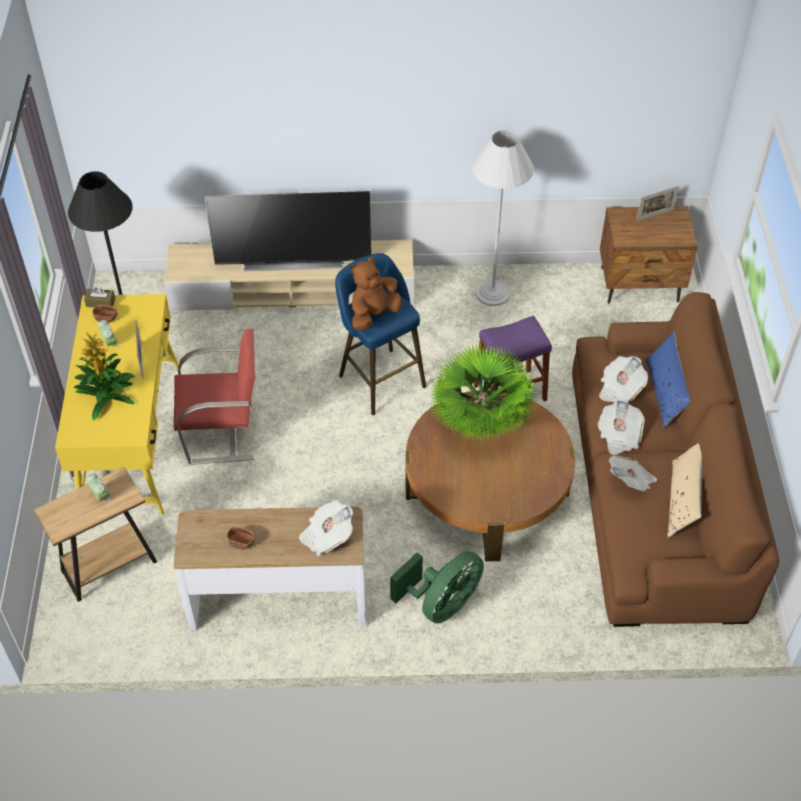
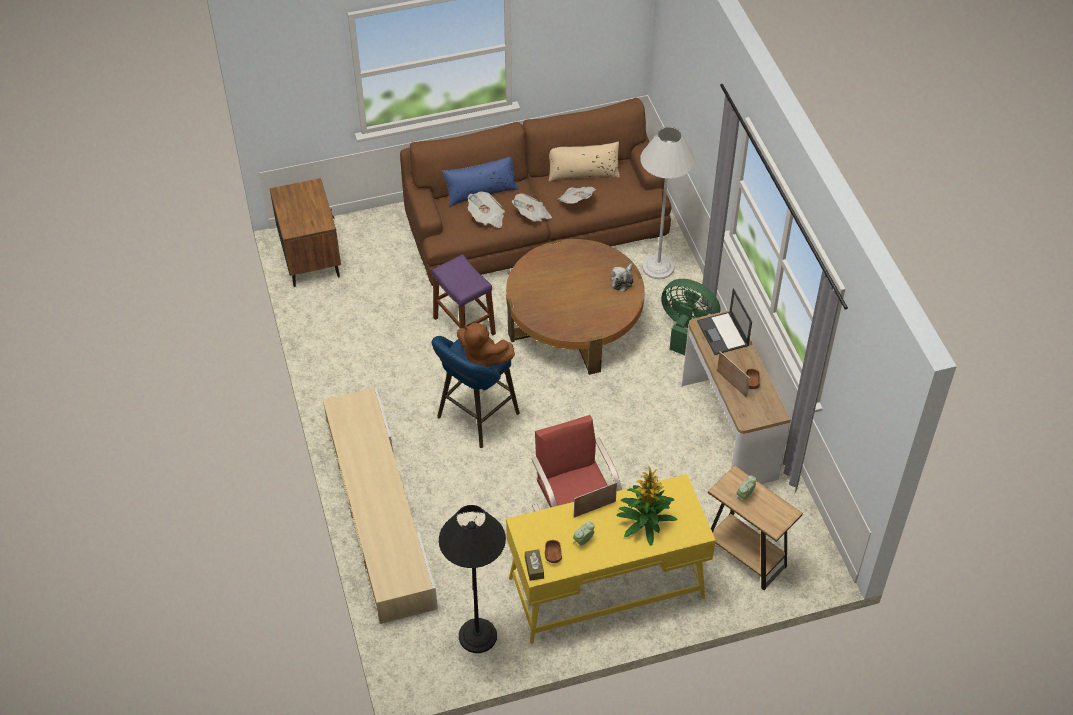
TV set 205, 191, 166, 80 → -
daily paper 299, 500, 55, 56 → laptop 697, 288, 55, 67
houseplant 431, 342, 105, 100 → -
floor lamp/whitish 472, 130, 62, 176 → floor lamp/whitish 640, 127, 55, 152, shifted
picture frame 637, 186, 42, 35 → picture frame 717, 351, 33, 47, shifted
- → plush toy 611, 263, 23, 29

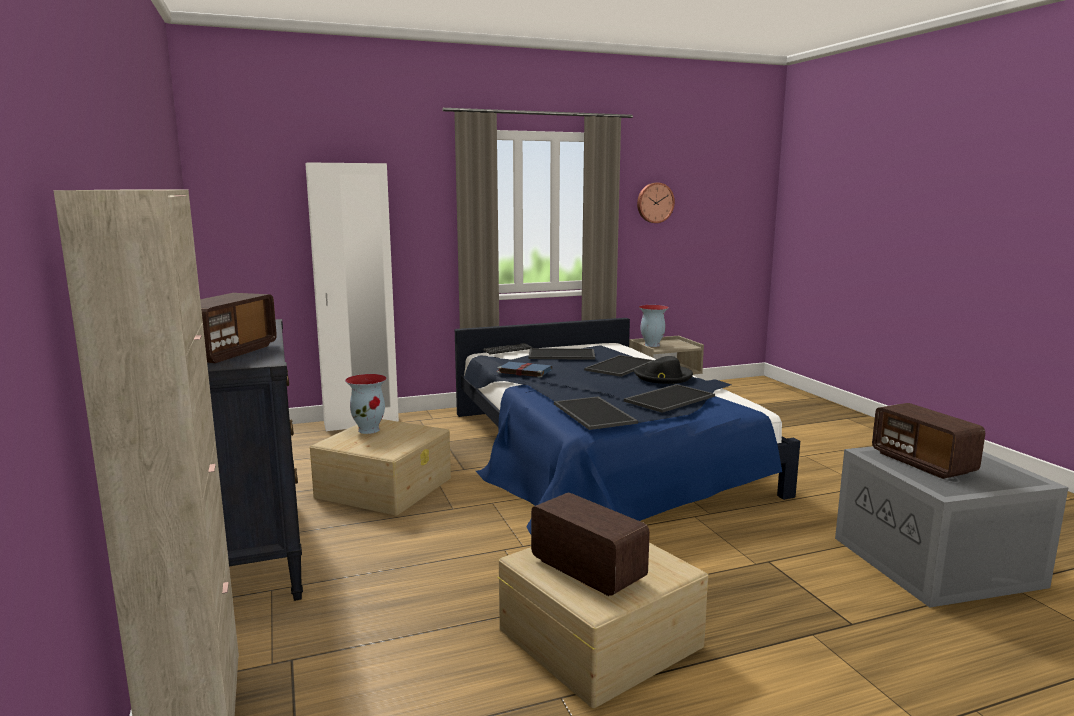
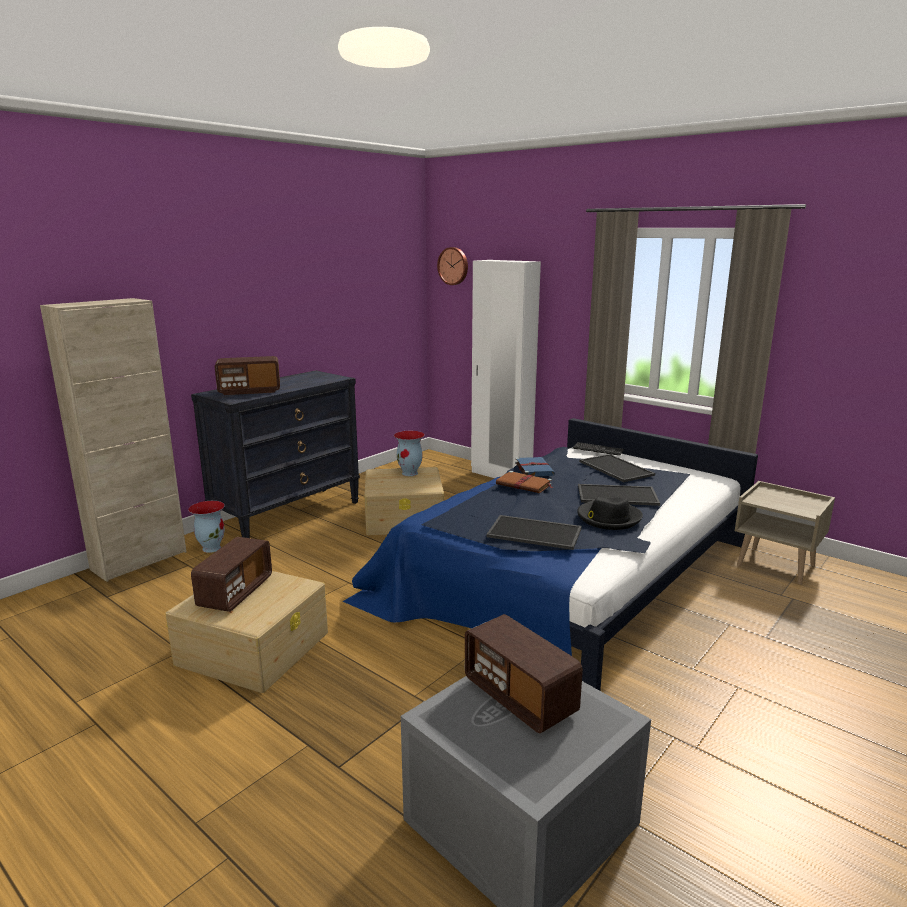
tray 554, 397, 84, 33 → -
clock on the wall 637, 183, 38, 40 → clock on the wall 437, 247, 31, 38, shifted
vase 639, 305, 30, 42 → vase 188, 501, 37, 52, shifted
radio set 872, 403, 113, 76 → radio set 465, 614, 118, 120, 75 degrees counterclockwise
- → bound book/brown-coloured 496, 471, 56, 22

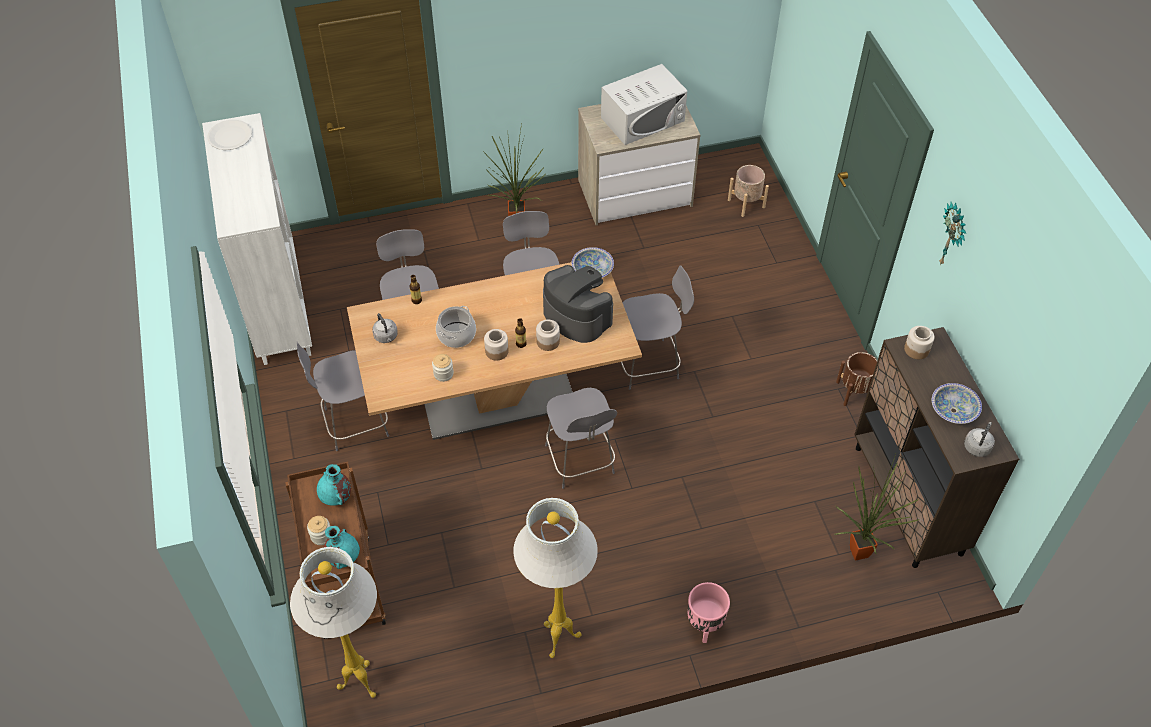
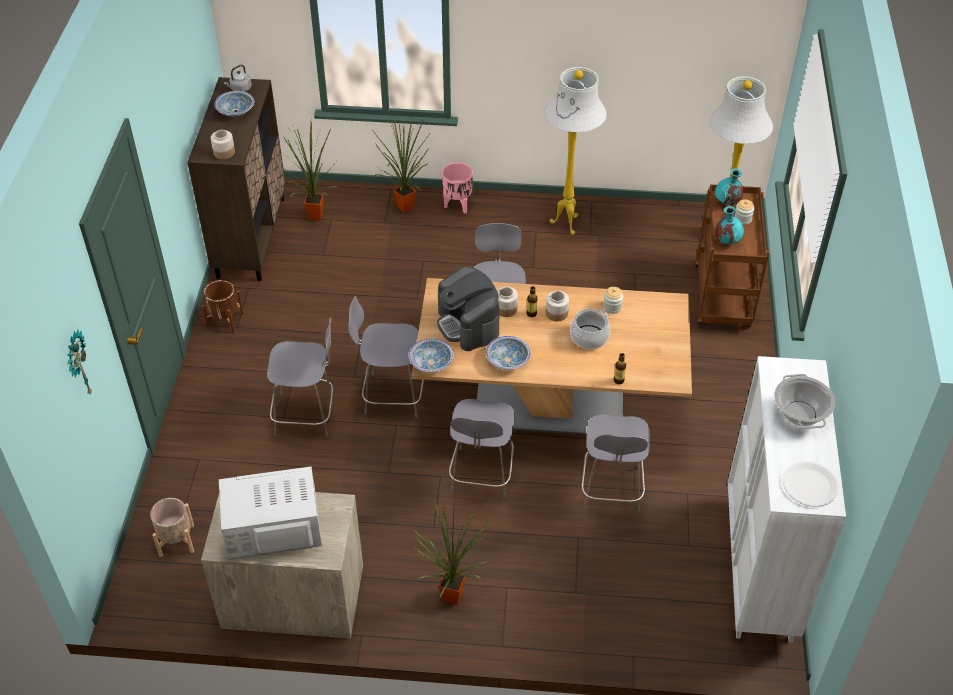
plain chair/grey 297, 342, 92, 109 → plain chair/grey 267, 317, 66, 119, shifted
tea kettle/grey 372, 313, 26, 30 → -
clock on the wall 939, 202, 27, 63 → clock on the wall 68, 330, 24, 64, shifted
- → houseplant 373, 110, 57, 103
- → bowl 486, 336, 45, 34
- → saucepot 774, 374, 61, 55

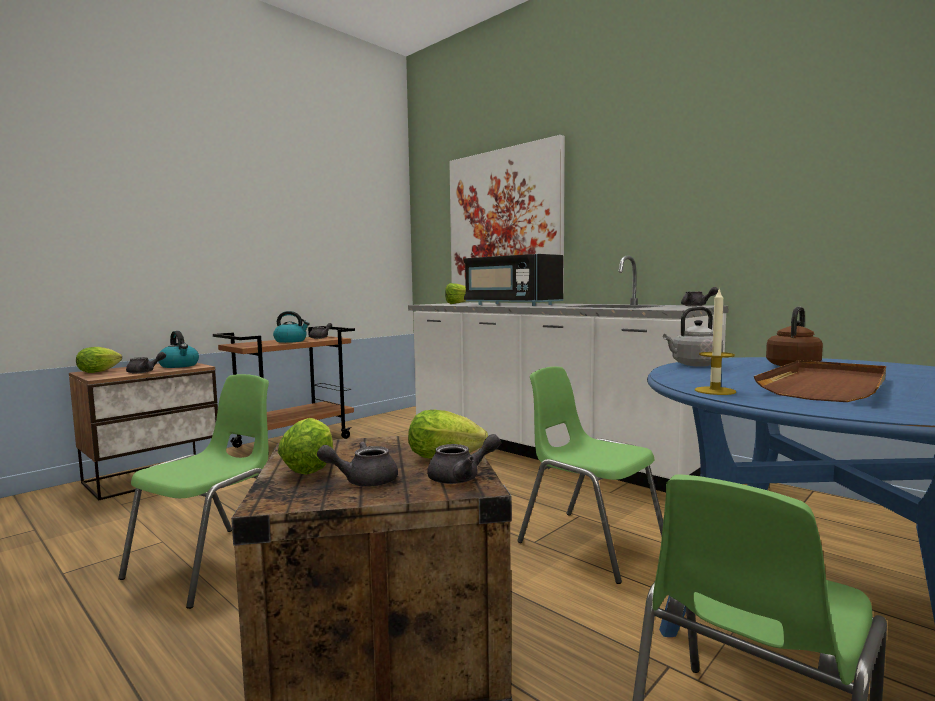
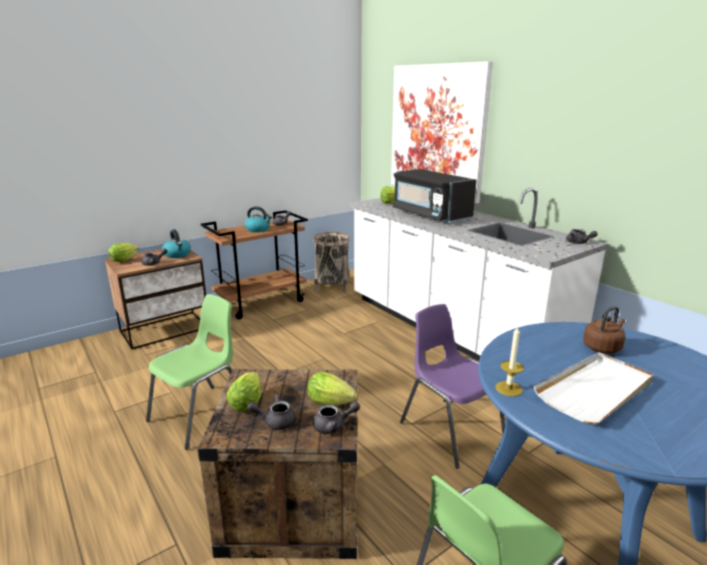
plain chair/green 517, 366, 146, 218 → plain chair/purple-coloured 400, 304, 105, 165
tea kettle/grey 663, 307, 60, 60 → -
tray/brown-coloured 754, 360, 132, 42 → tray/whitish 534, 352, 119, 72
- → basket 313, 232, 37, 60

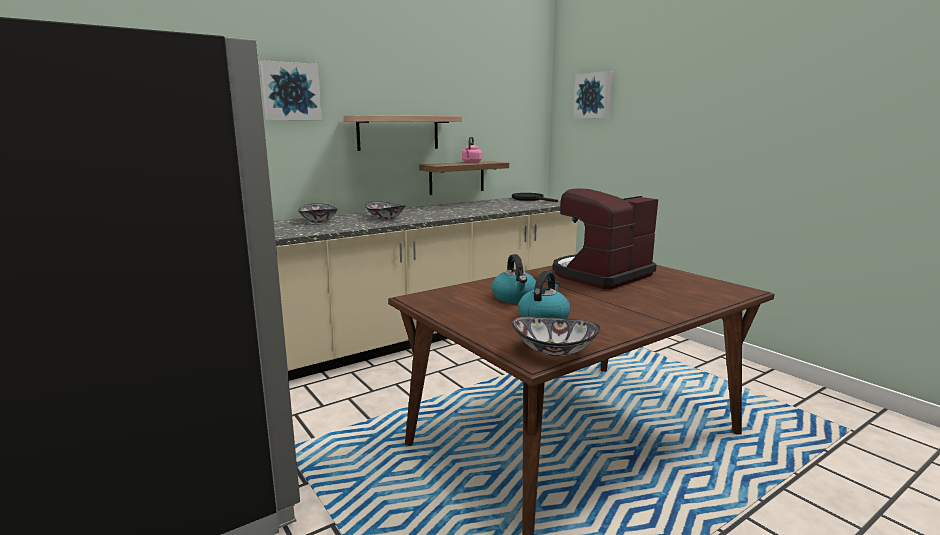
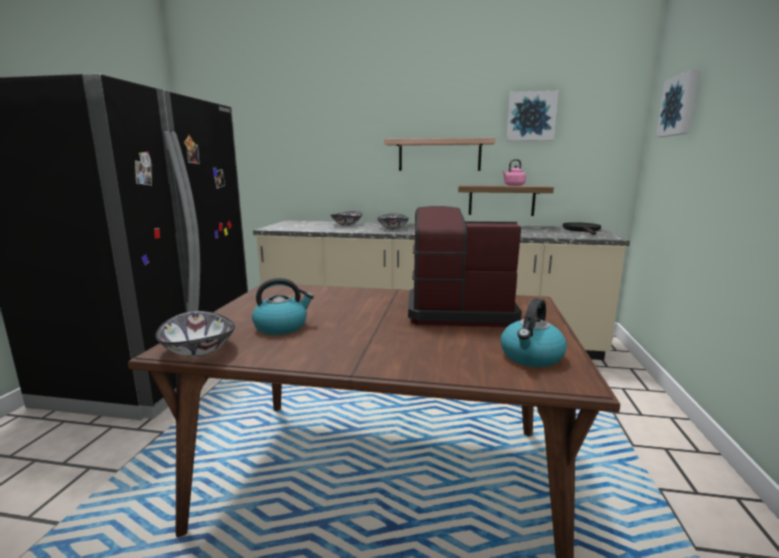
picture 260, 60, 62, 60 → picture 506, 91, 52, 50, shifted
tea kettle 492, 254, 44, 49 → tea kettle 501, 298, 66, 69, shifted

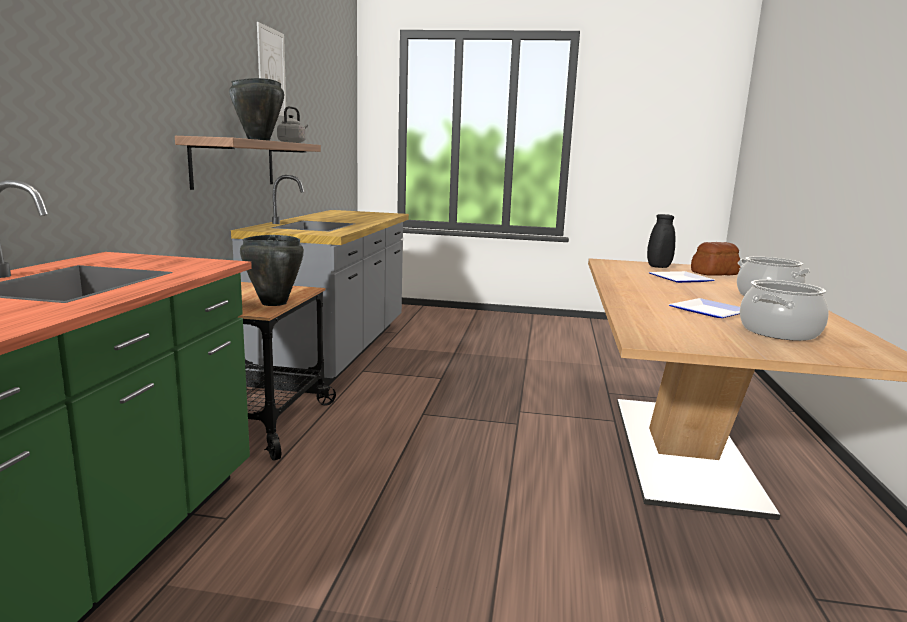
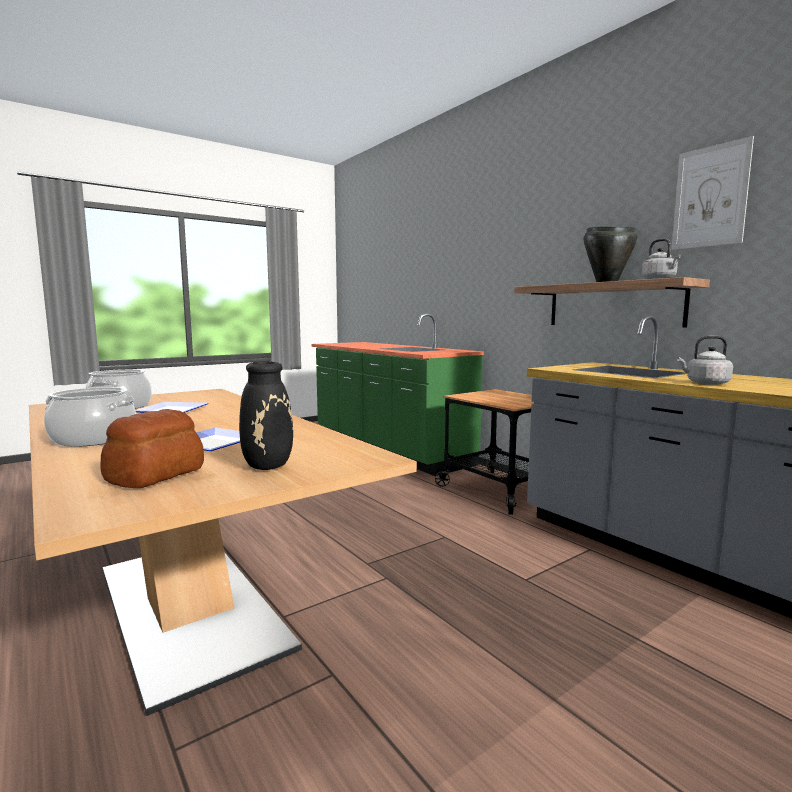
saucepot/blackish 240, 235, 64, 71 → -
- → tea kettle/grey 677, 336, 56, 49

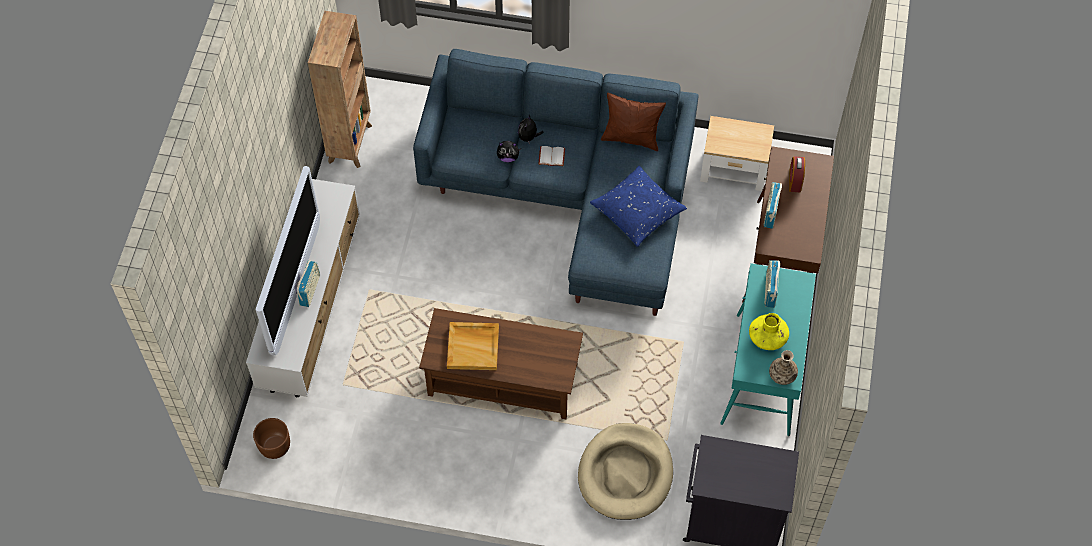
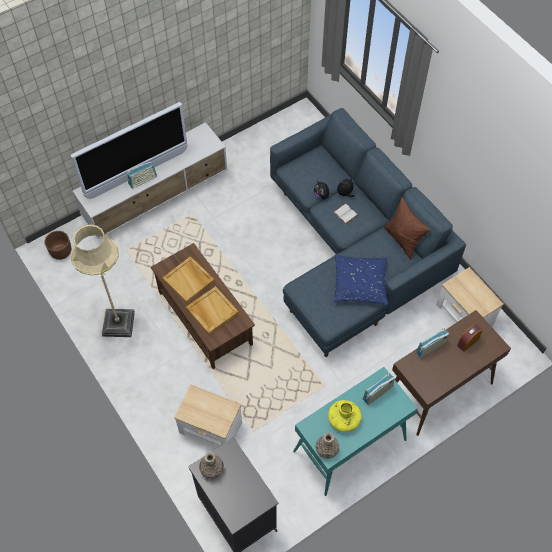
bookcase/brown-coloured 308, 11, 64, 157 → -
dog bed/sand-coloured 578, 423, 95, 97 → side table 174, 384, 68, 62
- → floor lamp/sand-coloured 71, 224, 64, 113
- → tray/sand-coloured 186, 286, 53, 49
- → vase 199, 452, 25, 27

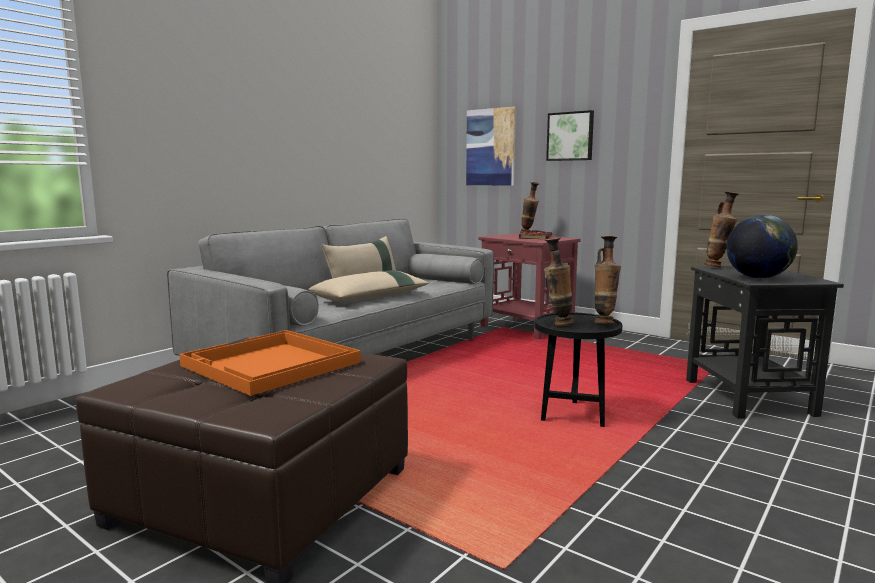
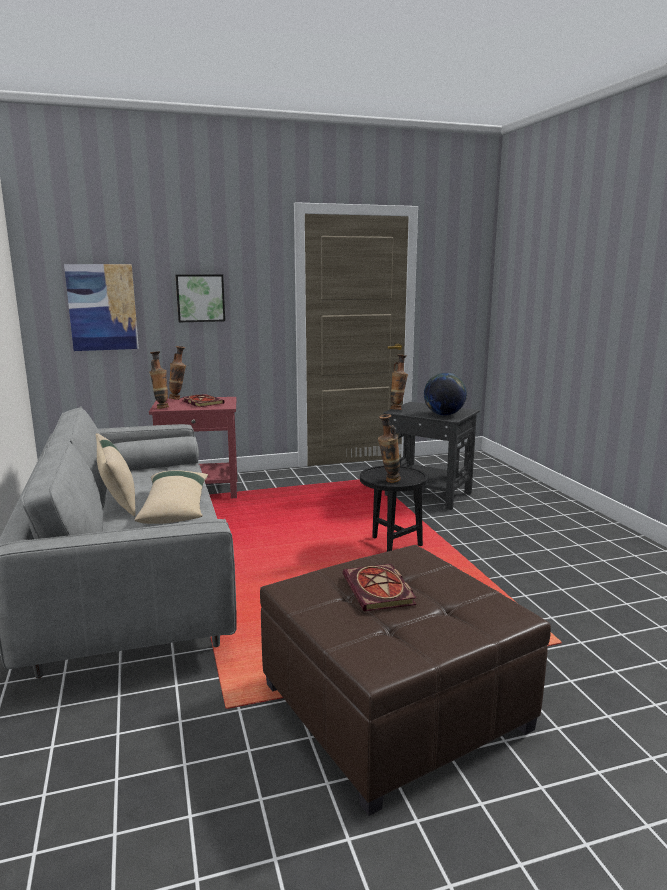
tray/orange 179, 330, 182, 66 → bound book 343, 564, 73, 47
vase 594, 236, 27, 88 → vase 149, 351, 20, 58, shifted

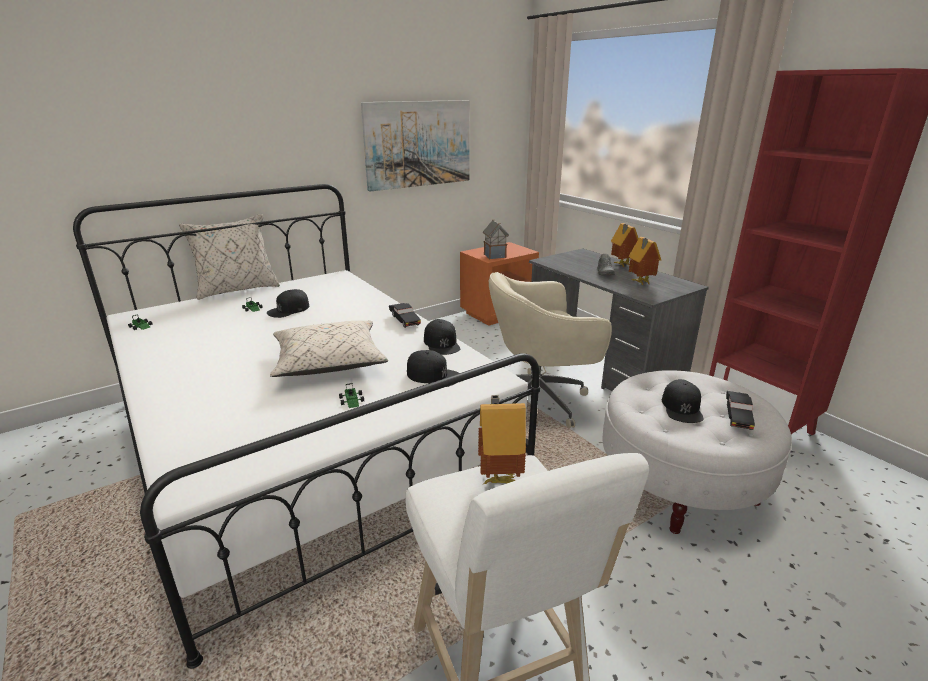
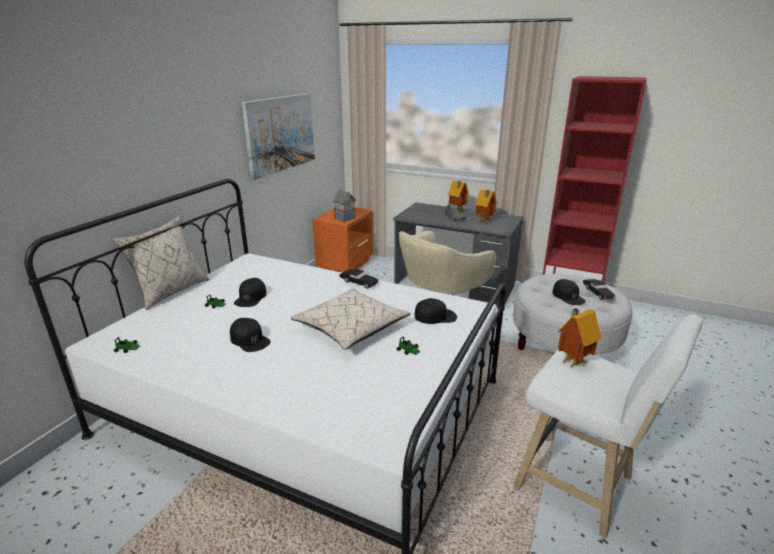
peaked cap/blackish 424, 319, 36, 36 → peaked cap/blackish 230, 318, 41, 34, shifted

